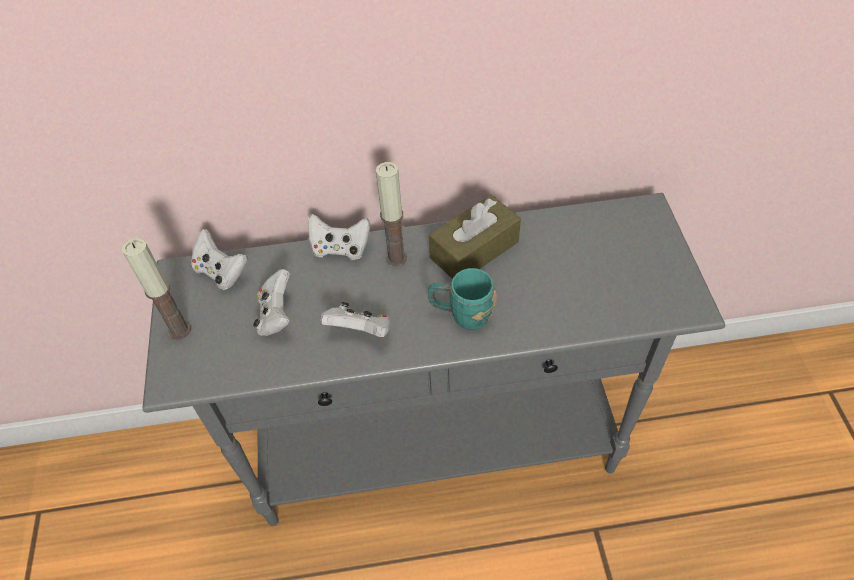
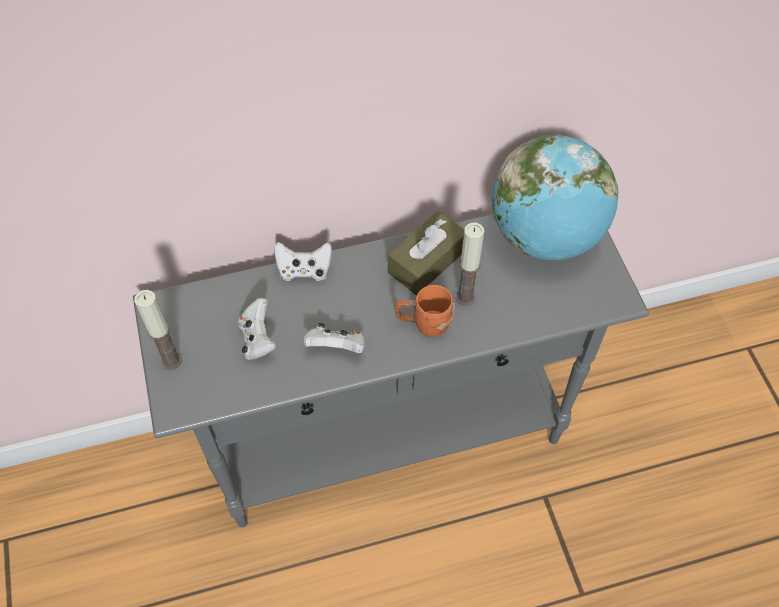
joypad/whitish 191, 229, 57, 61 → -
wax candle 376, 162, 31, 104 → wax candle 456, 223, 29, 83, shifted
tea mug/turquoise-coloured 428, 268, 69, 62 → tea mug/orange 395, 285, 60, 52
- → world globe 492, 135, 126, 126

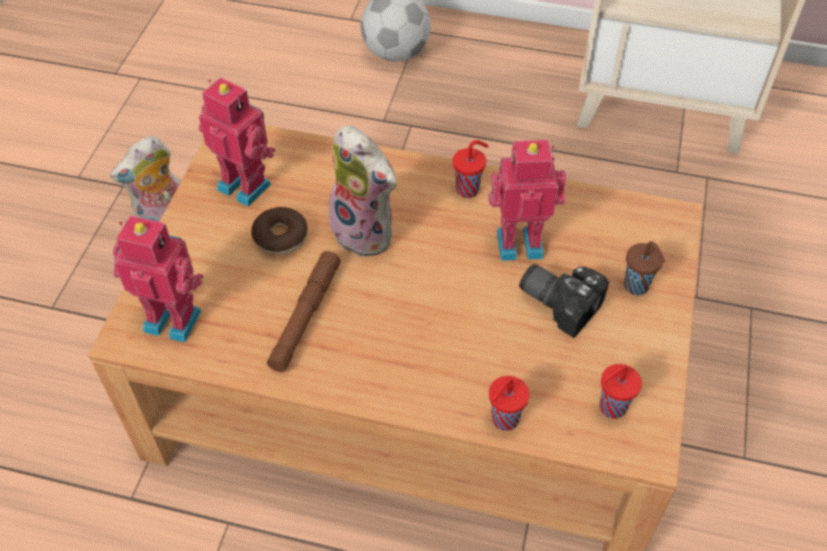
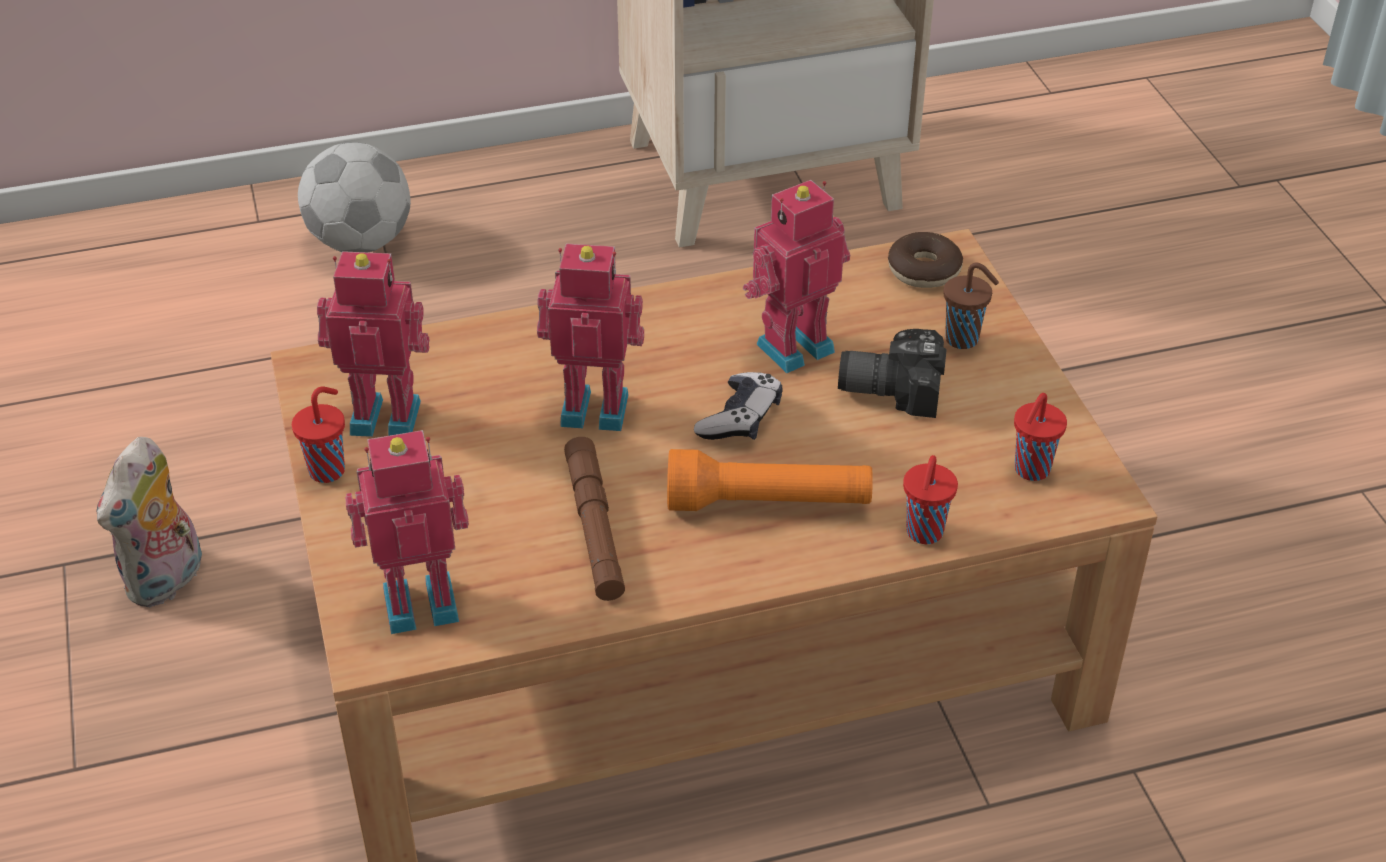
donut 251, 207, 57, 48 → donut 888, 232, 75, 56, shifted
plush toy 329, 125, 69, 133 → robot figure 537, 243, 107, 188
cup/reddish 453, 140, 36, 58 → cup/reddish 292, 386, 53, 97, shifted
- → hand torch/orange 667, 449, 206, 62
- → joypad 694, 372, 88, 68

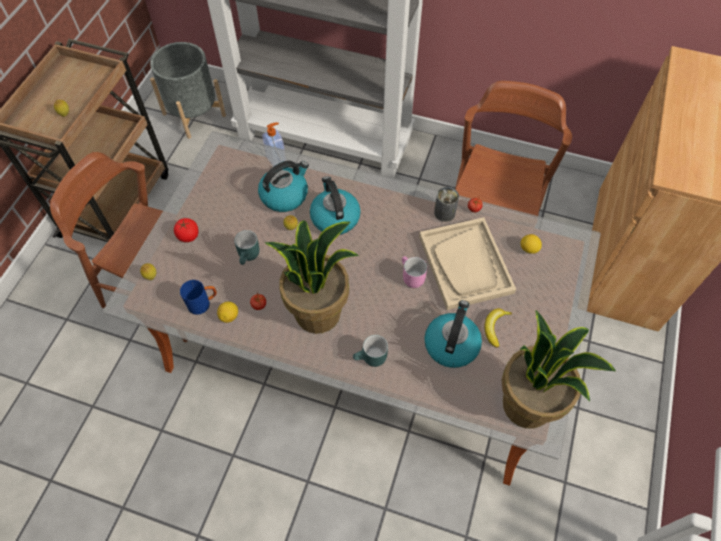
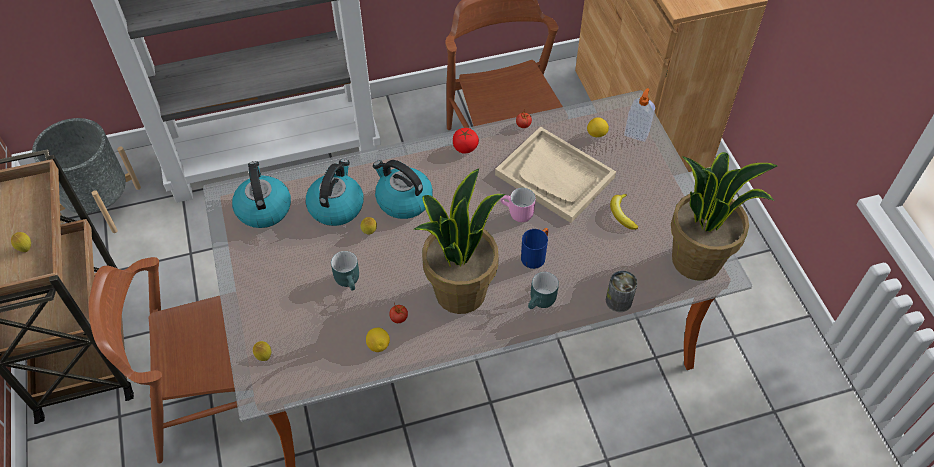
tomato 174, 218, 24, 24 → tomato 453, 128, 26, 26, shifted
tea mug/blue-coloured 180, 280, 37, 35 → tea mug/blue-coloured 521, 228, 27, 41, shifted
soap dispenser 262, 122, 24, 45 → soap dispenser 624, 88, 31, 54, shifted
tea kettle 424, 300, 58, 68 → tea kettle 232, 161, 59, 67, shifted
metal can 434, 187, 25, 35 → metal can 606, 271, 31, 41, shifted

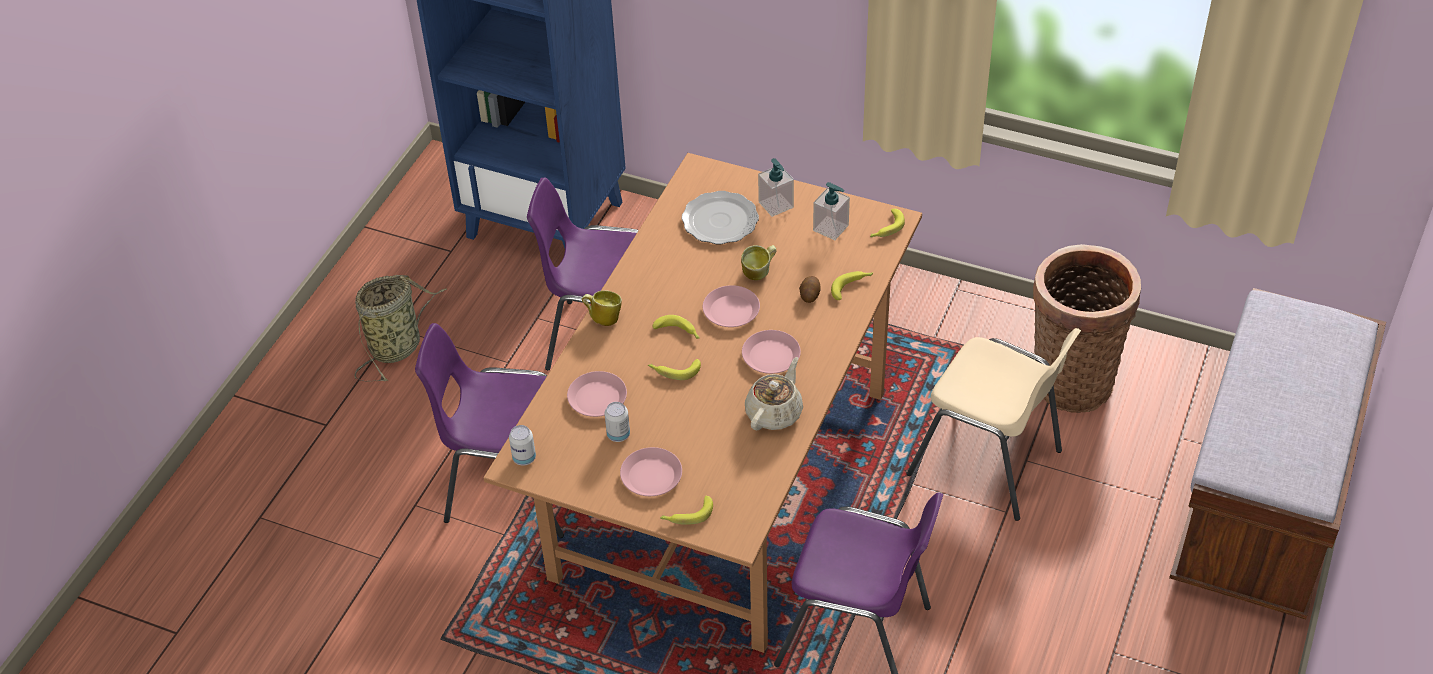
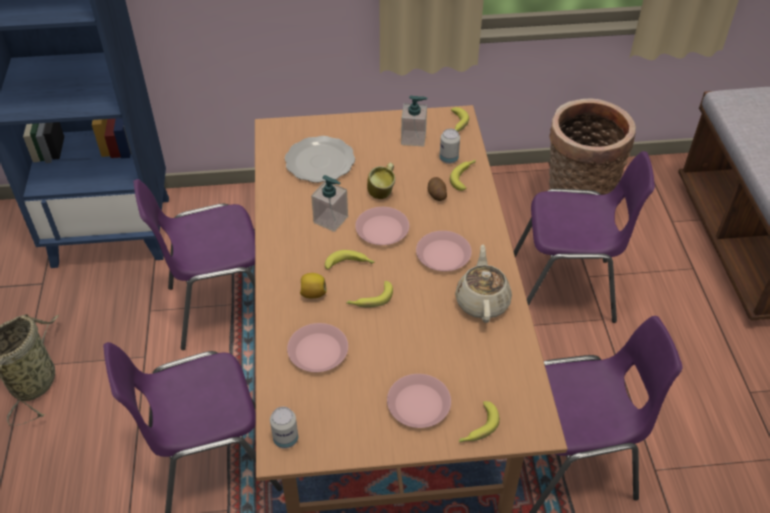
tea mug 582, 290, 40, 36 → -
metal can 605, 402, 25, 40 → metal can 440, 129, 20, 35, shifted
soap dispenser 758, 158, 36, 59 → soap dispenser 311, 175, 37, 57, shifted
plain chair/sand-coloured 907, 328, 174, 193 → plain chair/purple-coloured 513, 151, 142, 172
- → citrus fruit 300, 273, 27, 25

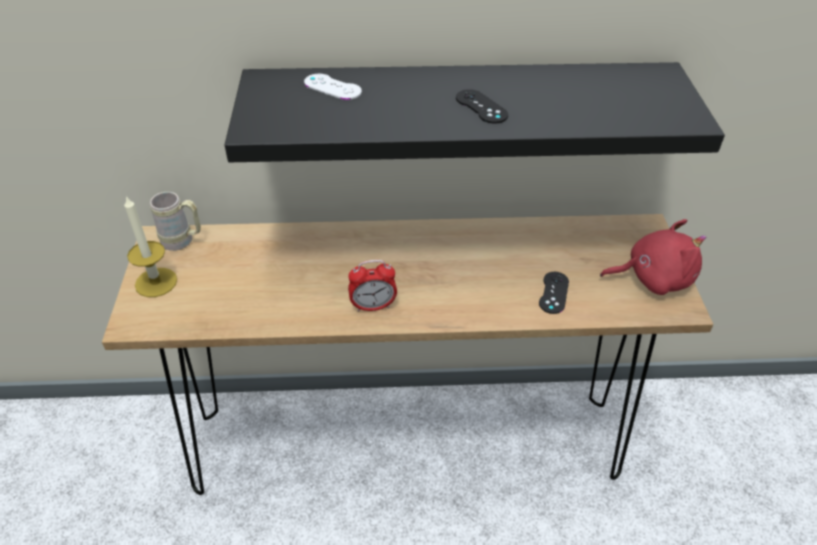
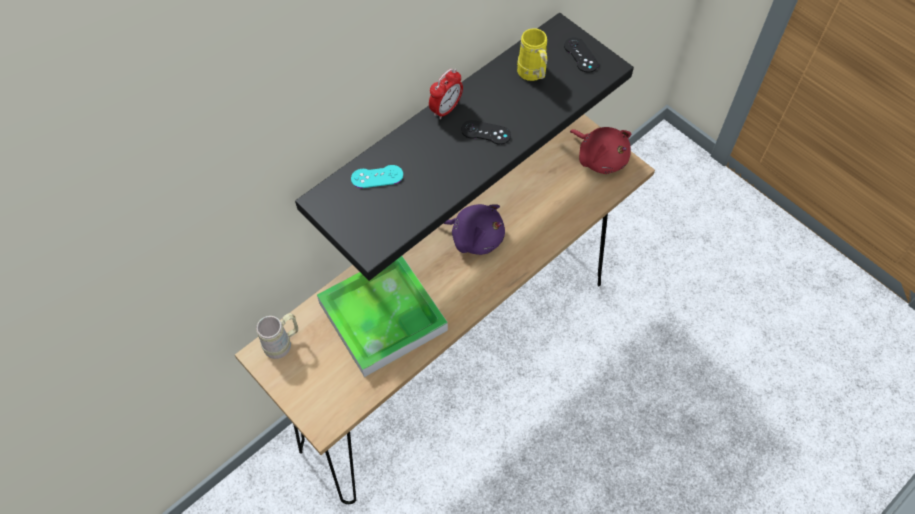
wax candle 124, 195, 53, 102 → -
joypad/whitish 304, 74, 58, 26 → joypad/turquoise-coloured 351, 165, 52, 23
table clock 348, 260, 49, 52 → table clock 429, 68, 34, 52, shifted
joypad/blackish 539, 272, 30, 42 → joypad/blackish 564, 37, 34, 36, shifted
plush toy/reddish 600, 219, 106, 76 → plush toy/reddish 570, 127, 62, 47, 90 degrees clockwise
- → tray 317, 256, 131, 121
- → plush toy/purple-coloured 443, 204, 62, 51
- → tea mug/yellow 517, 28, 30, 53

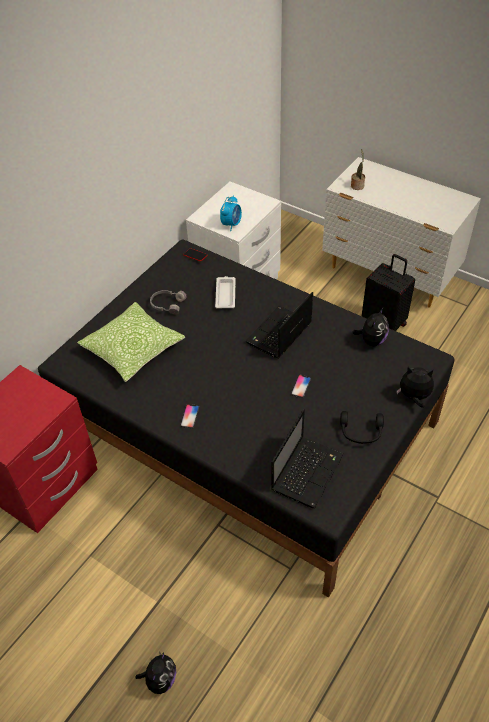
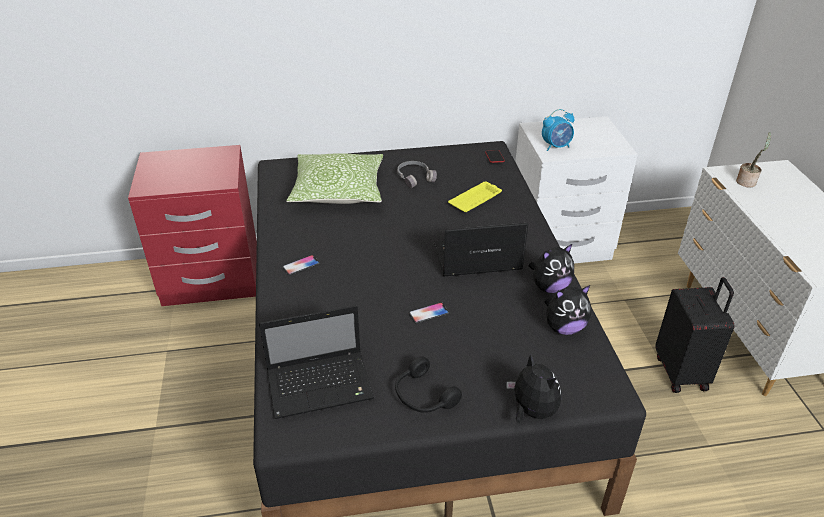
plush toy 135, 652, 41, 42 → plush toy 528, 243, 46, 50, shifted
tray/whitish 215, 276, 20, 32 → tray/yellow 448, 181, 54, 31

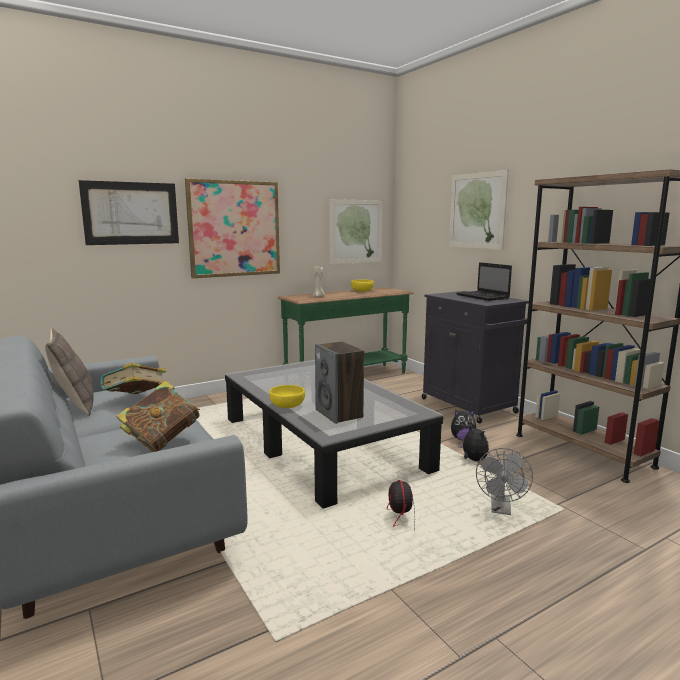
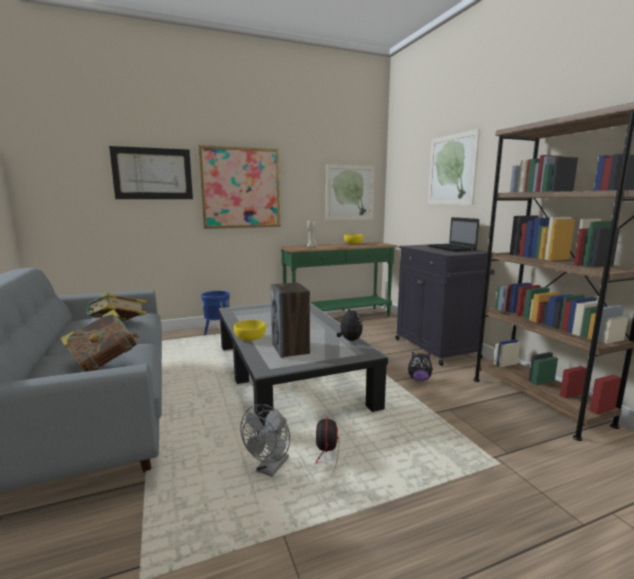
cushion 45, 328, 49, 88 → -
plush toy 459, 424, 30, 37 → plush toy 337, 306, 26, 35, shifted
cooling fan/grey 476, 448, 57, 67 → cooling fan/grey 240, 404, 50, 73, shifted
- → plant pot/blue-coloured 201, 291, 29, 44

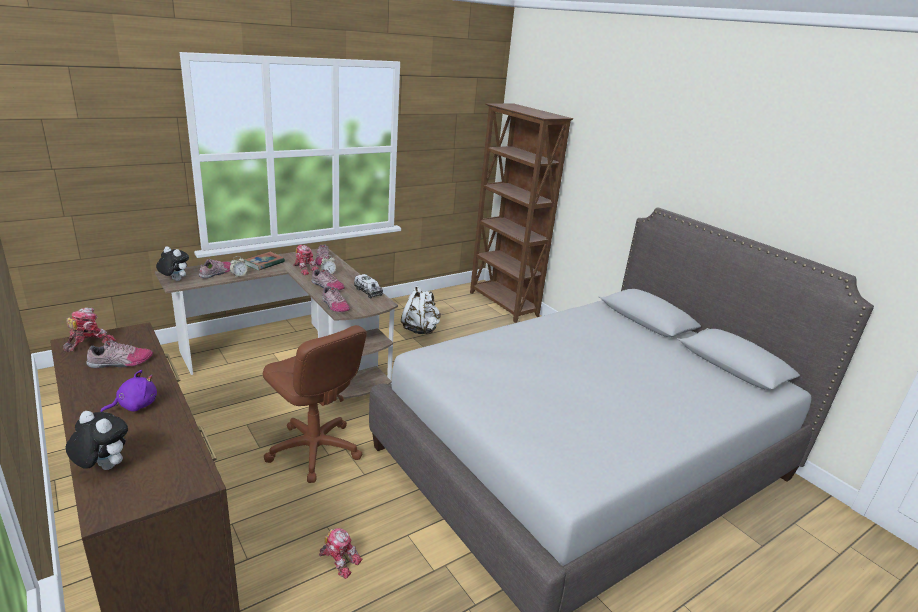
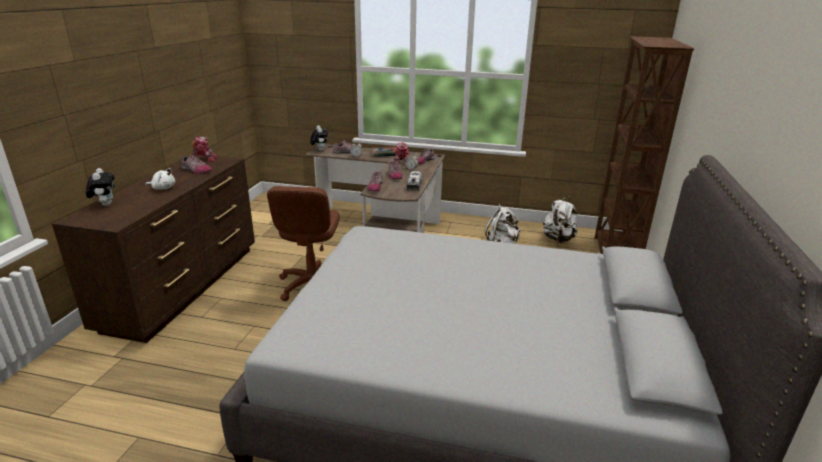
plush toy/purple-coloured 100, 370, 57, 42 → plush toy/whitish 145, 168, 30, 21
robot figure 319, 528, 43, 51 → -
- → knapsack/whitish 543, 196, 34, 47

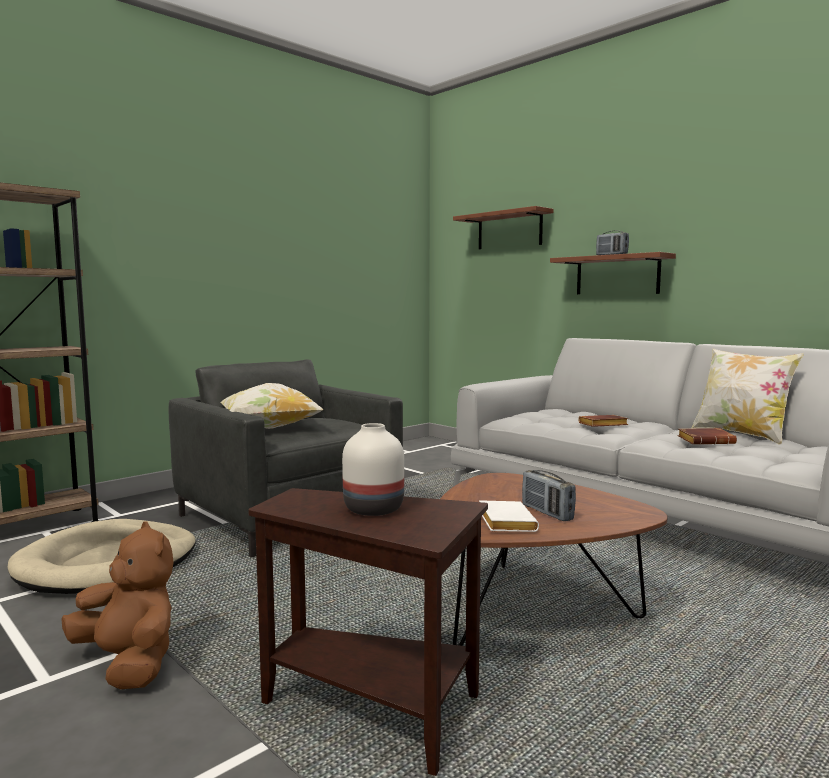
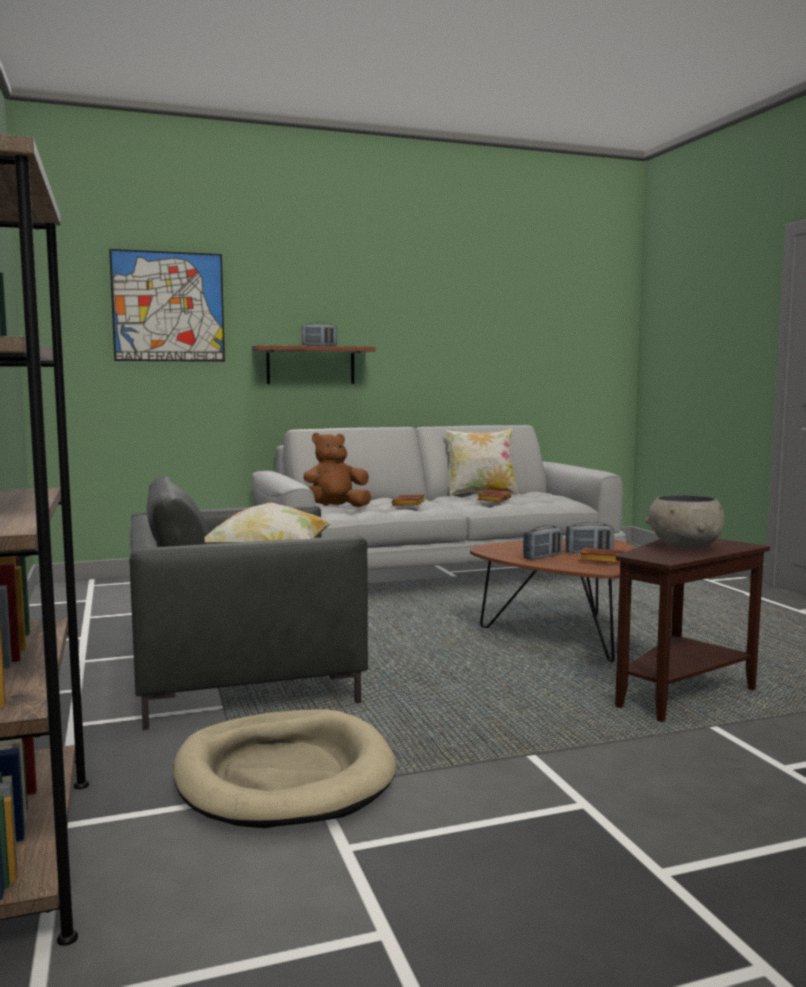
plush toy/brown-coloured 61, 522, 113, 167 → plush toy/brown-coloured 303, 433, 68, 74, shifted
vase/whitish 342, 423, 62, 93 → bowl/grey 646, 495, 78, 54
shelf/brown-coloured 453, 206, 101, 43 → picture 109, 249, 116, 113
bound book/whitish 479, 500, 60, 32 → bound book/brown-coloured 580, 548, 47, 15
- → radio set 523, 525, 40, 35

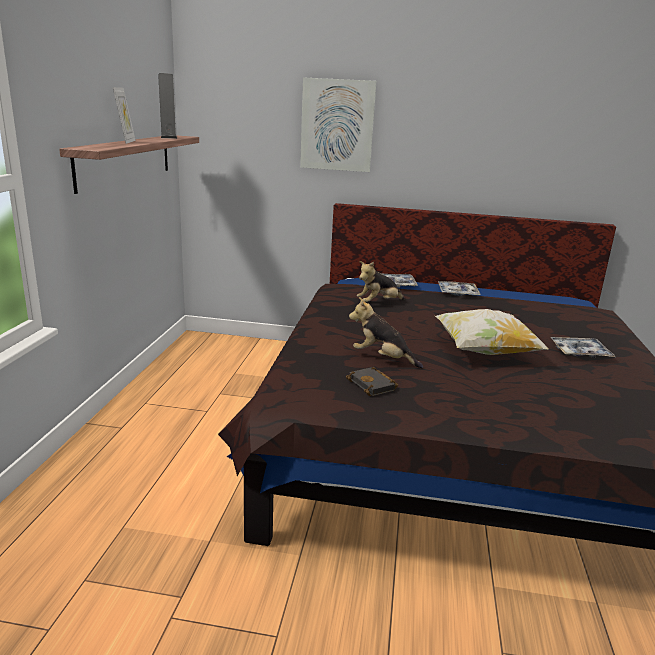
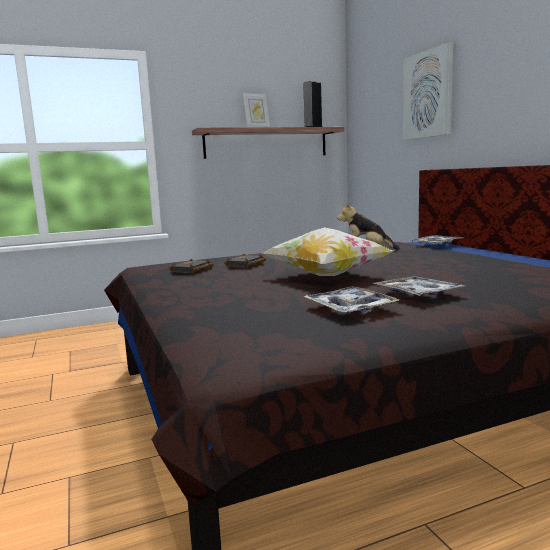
plush toy 349, 297, 74, 72 → bound book/blackish 224, 254, 42, 14
tray 438, 281, 43, 15 → tray 304, 286, 95, 28, shifted

